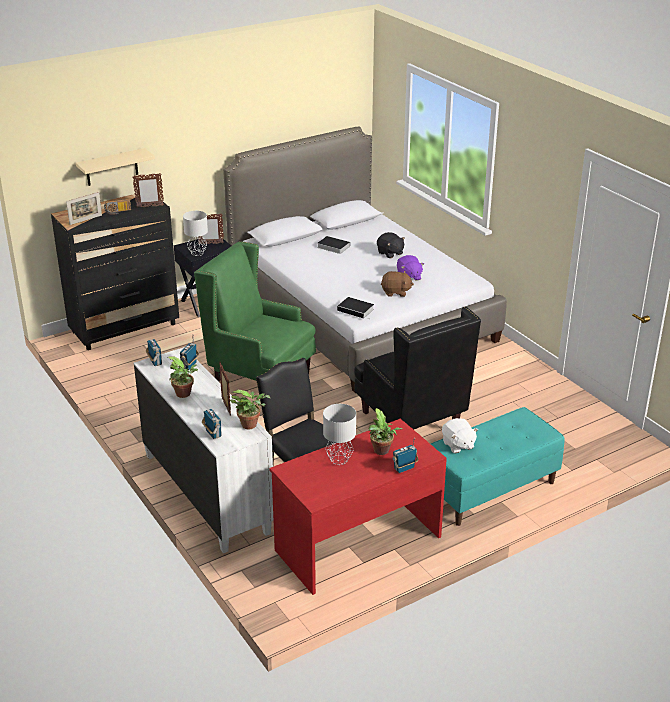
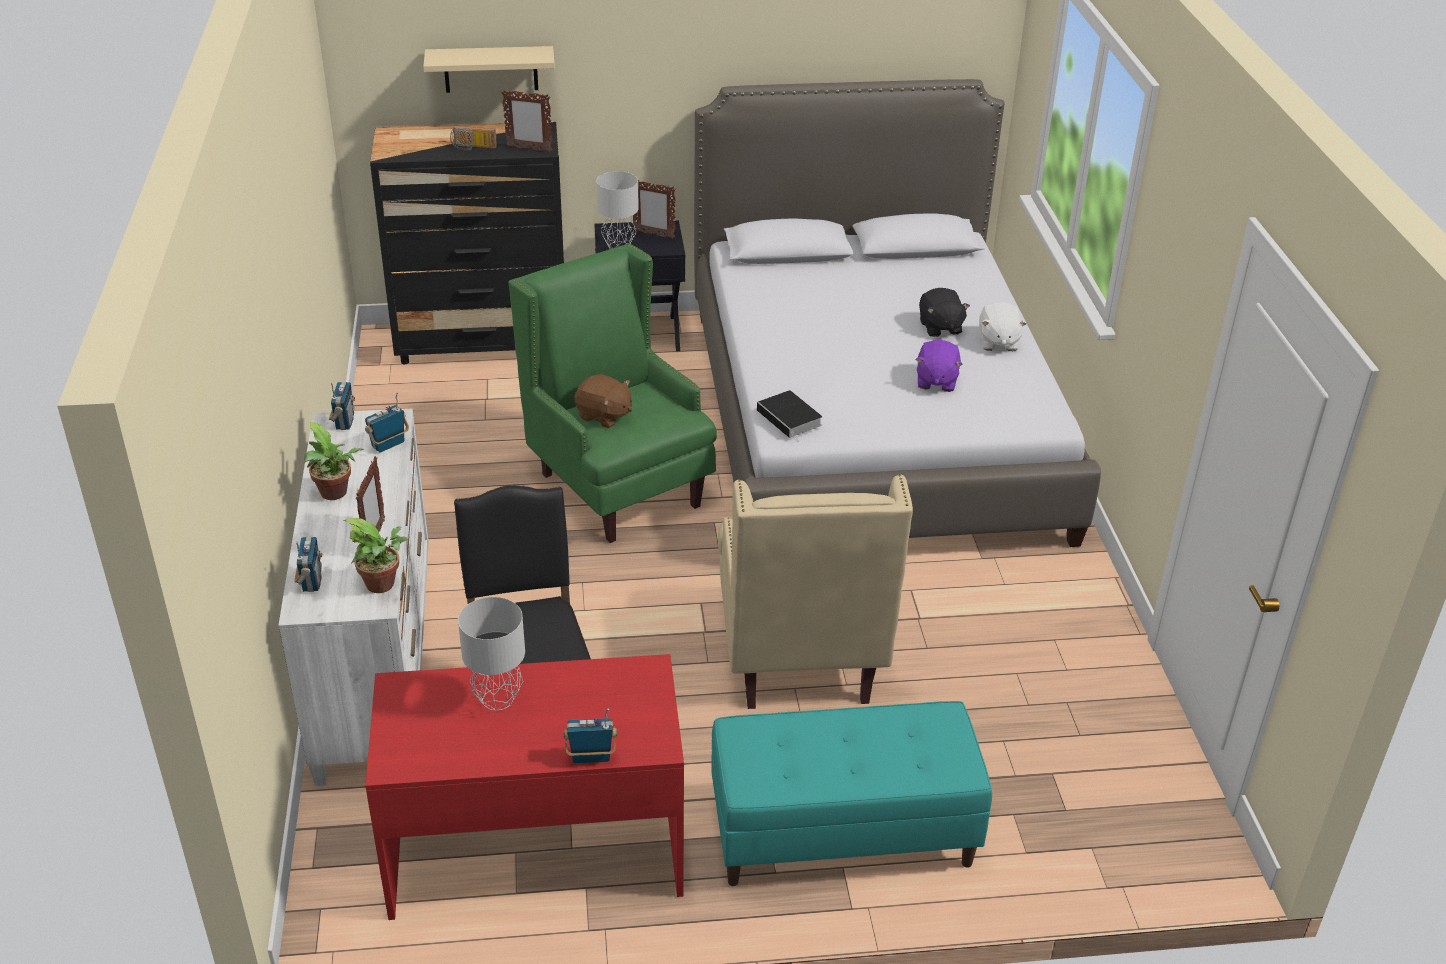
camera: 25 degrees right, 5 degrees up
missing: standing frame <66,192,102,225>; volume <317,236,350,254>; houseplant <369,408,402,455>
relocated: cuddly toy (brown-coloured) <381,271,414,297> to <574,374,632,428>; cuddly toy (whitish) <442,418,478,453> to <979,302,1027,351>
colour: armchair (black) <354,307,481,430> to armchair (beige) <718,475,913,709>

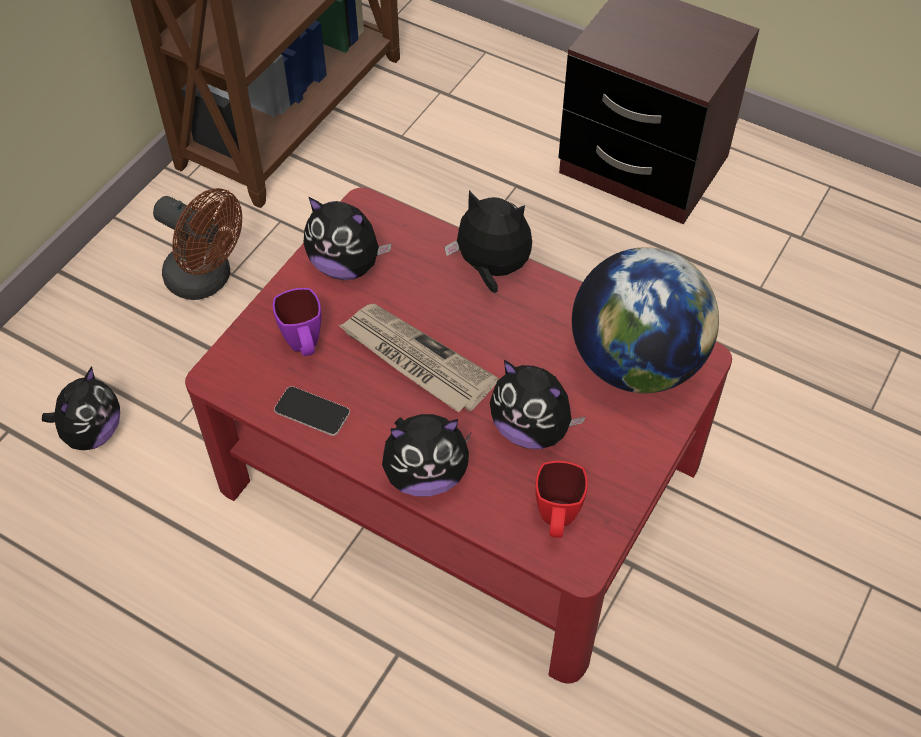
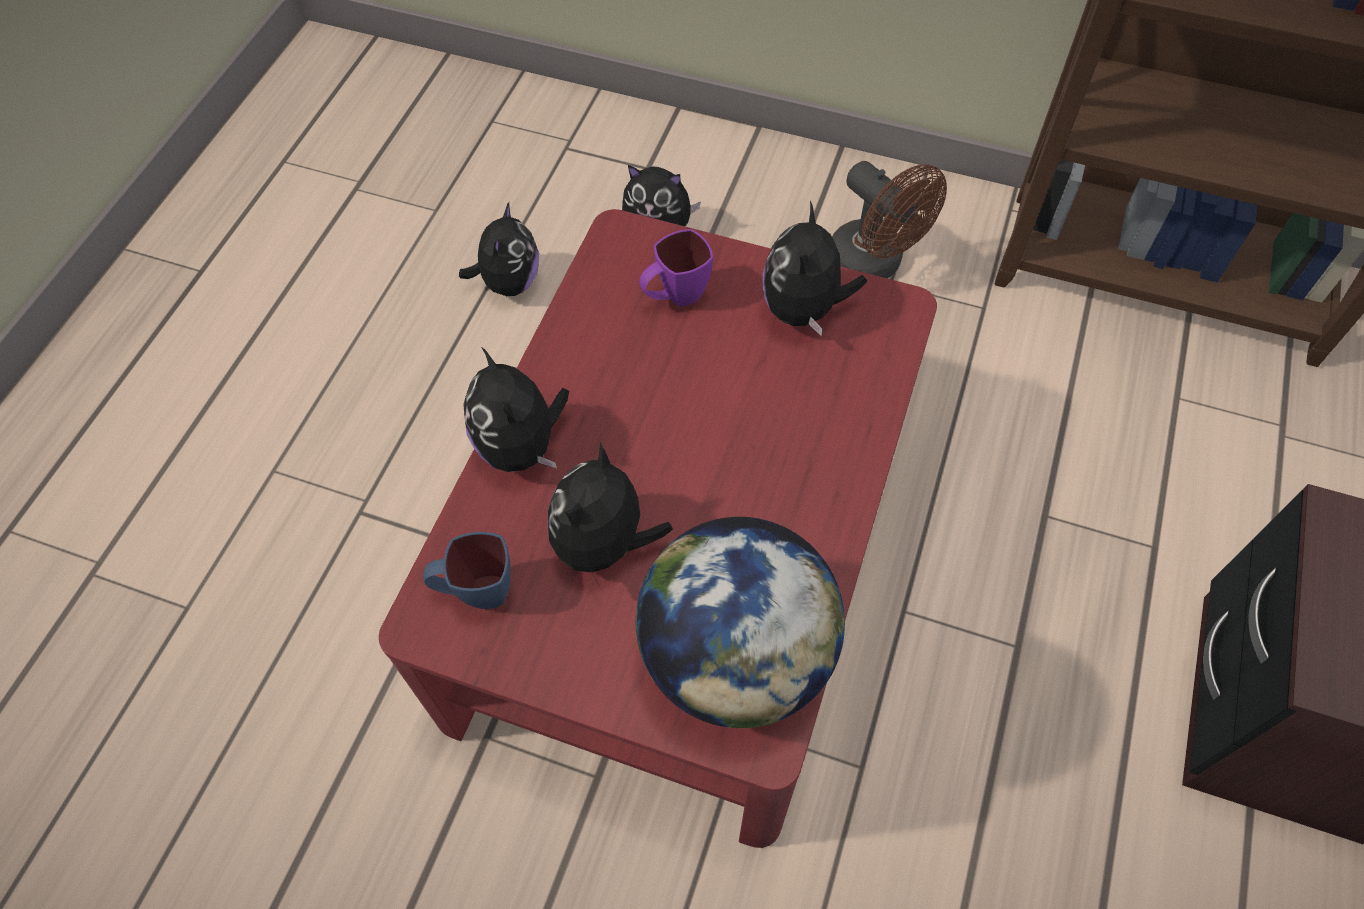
camera: 80 degrees right, 5 degrees up
missing: newspaper <338,304,499,412>; phone <274,386,350,436>
relocated: cuddly toy <445,190,532,293> to <459,202,539,296>
colour: tea mug (red-coloured) <535,461,588,538> to tea mug (blue-coloured) <423,532,511,609>
spun: cooling fan (brown-coloured) <153,188,242,300> = <832,161,947,278> 60 degrees counterclockwise

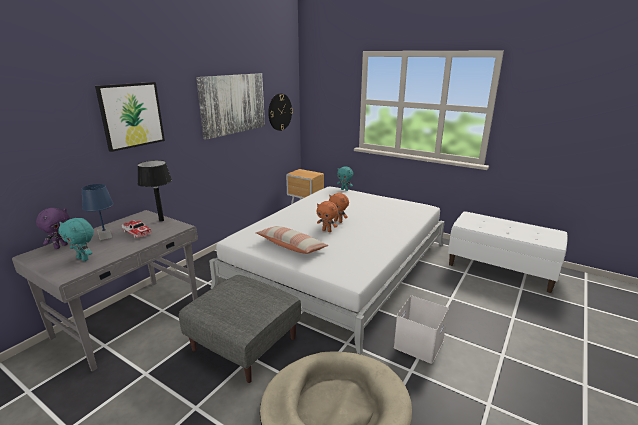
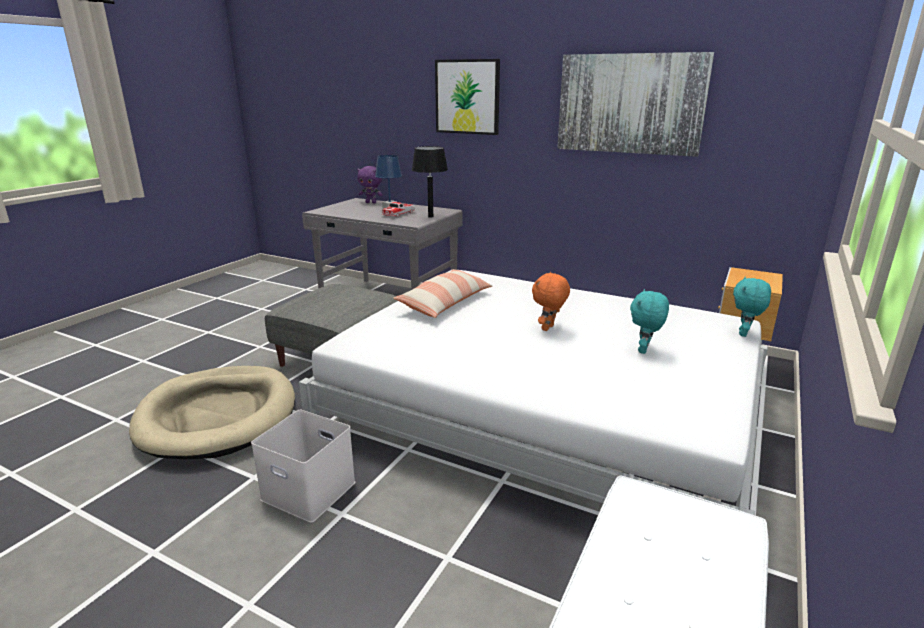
camera: 85 degrees right, 0 degrees up
missing: wall clock <268,93,293,131>; cuddly toy (orange) <317,201,338,232>
relocated: cuddly toy (turquoise) <58,218,94,261> to <630,289,669,354>

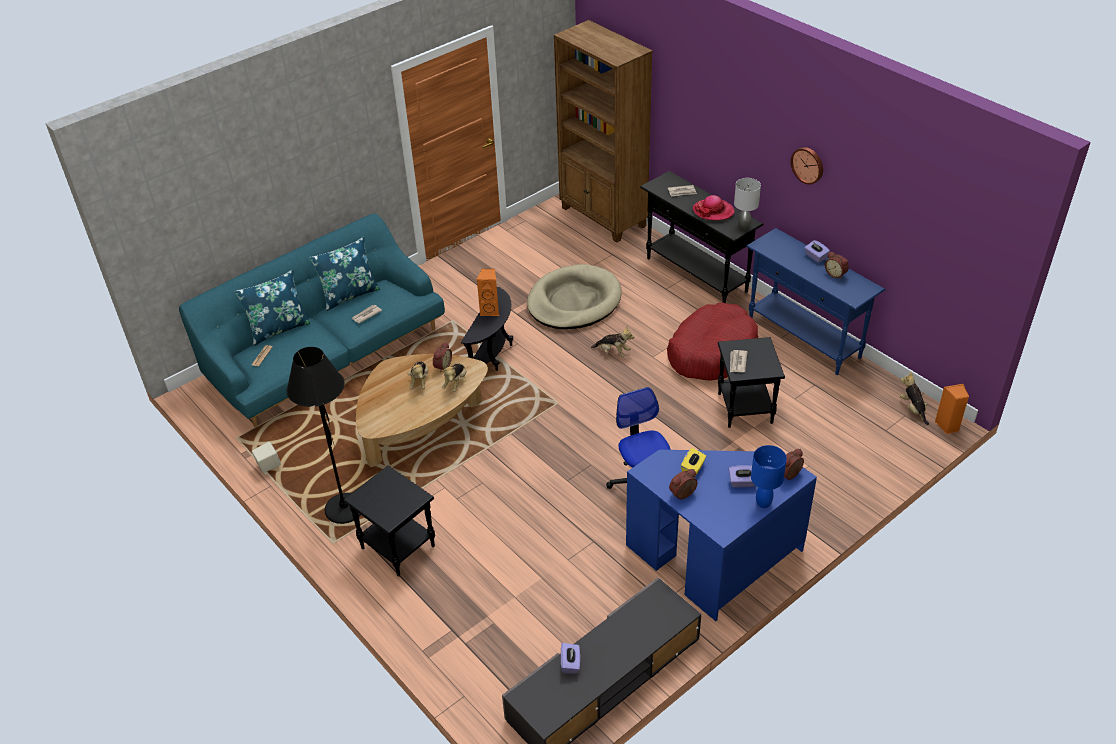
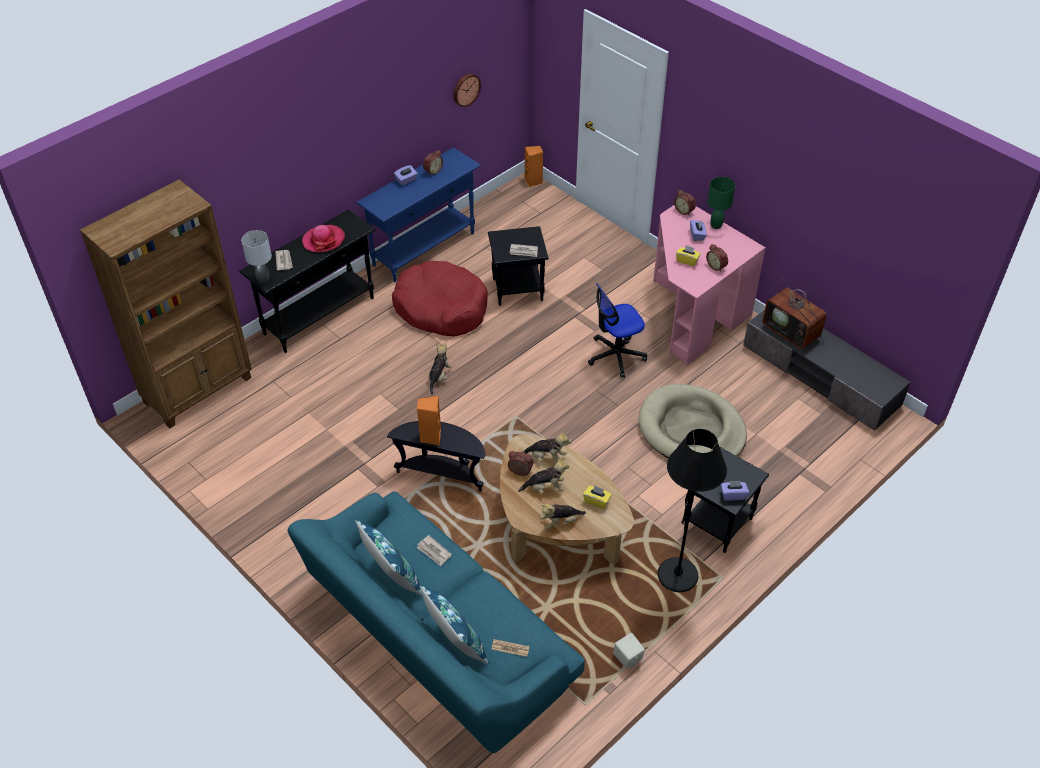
camera: 95 degrees left, 5 degrees up
appeared: TV <763,276,826,350>; box of tissues (yellowish) <583,485,612,509>
relocated: wall clock <791,147,823,185> to <453,74,481,107>; tabletop lamp (grey) <734,178,761,231> to <241,230,272,284>; dog bed (beige) <527,264,622,329> to <639,384,747,458>; cuddly toy <900,371,929,425> to <540,504,586,530>; box of tissues (purple-coloured) <561,643,580,674> to <721,481,749,501>
colour: tabletop lamp (blue-coloured) <751,445,787,508> to tabletop lamp (green-coloured) <708,177,735,229>; desk table (blue-coloured) <626,450,817,621> to desk table (pink) <653,205,766,365>

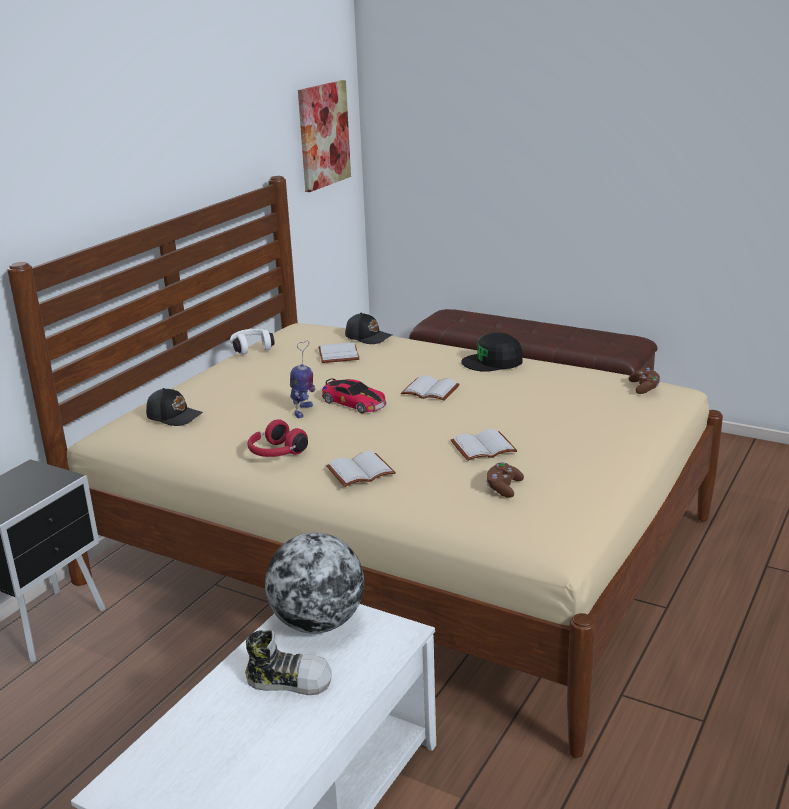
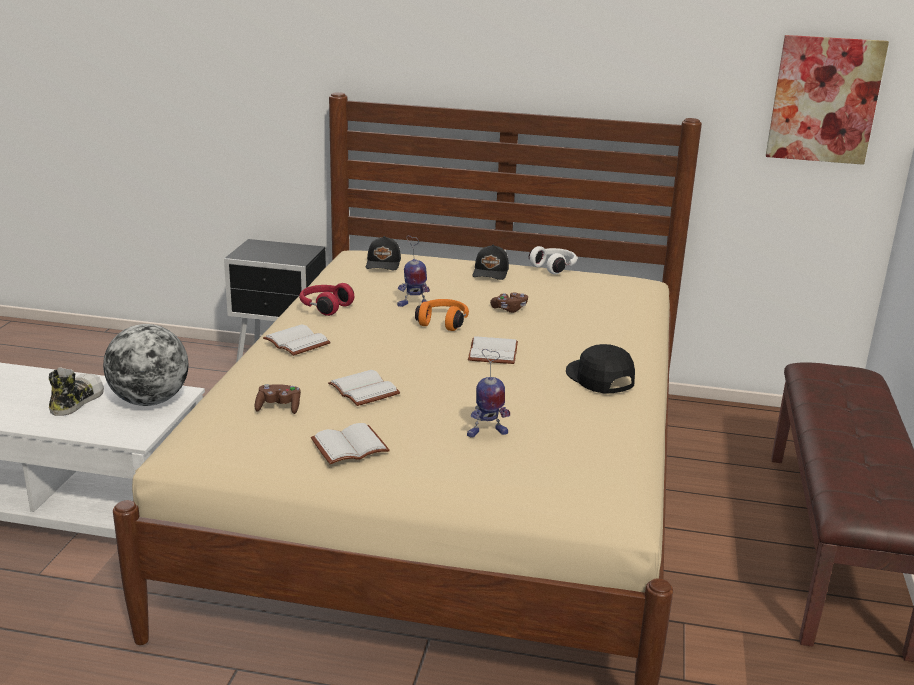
camera: 70 degrees right, 0 degrees up
appeared: model robot <467,349,510,438>
relocated: peaked cap (black) <345,312,392,344> to <473,245,509,280>; volume (whitish) <318,342,360,363> to <311,423,390,464>; game controller (brown-coloured) <629,368,660,394> to <490,293,528,313>
exchanged: toy car <322,378,386,414> to headset (orange) <415,299,469,331>
spun: shoe <245,630,332,695> = <49,367,104,416> 150 degrees counterclockwise

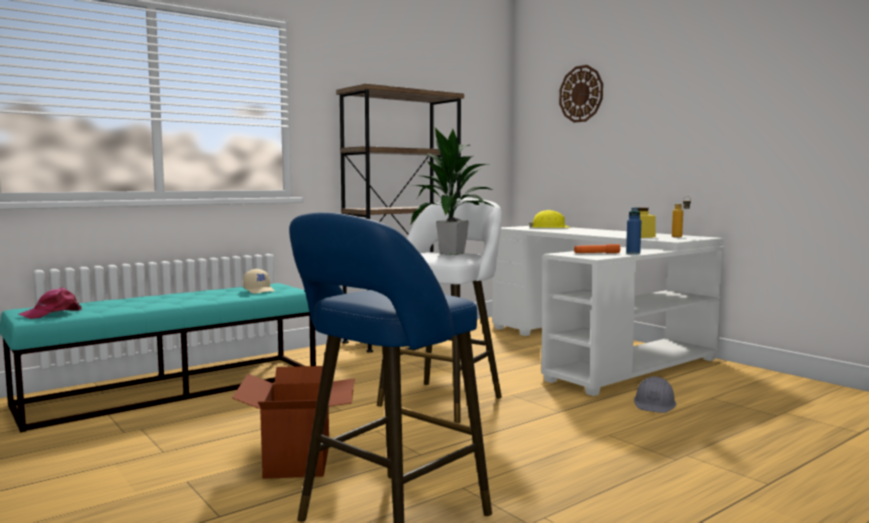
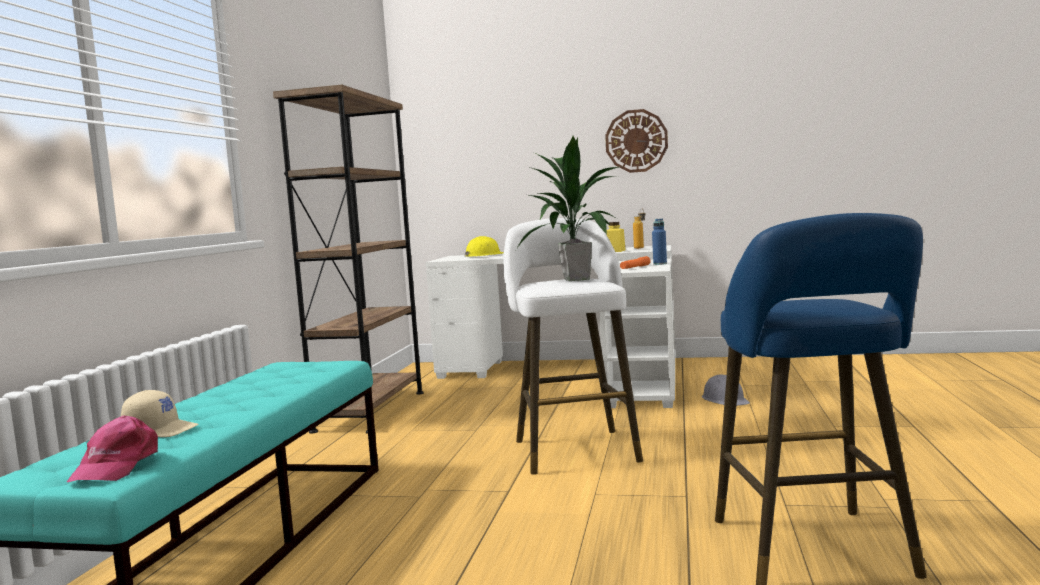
camera: 40 degrees left, 0 degrees up
missing: carton <232,366,355,479>
relocated: wall clock <559,65,603,123> to <605,109,668,173>; peaked cap (beige) <243,269,275,294> to <121,390,199,437>

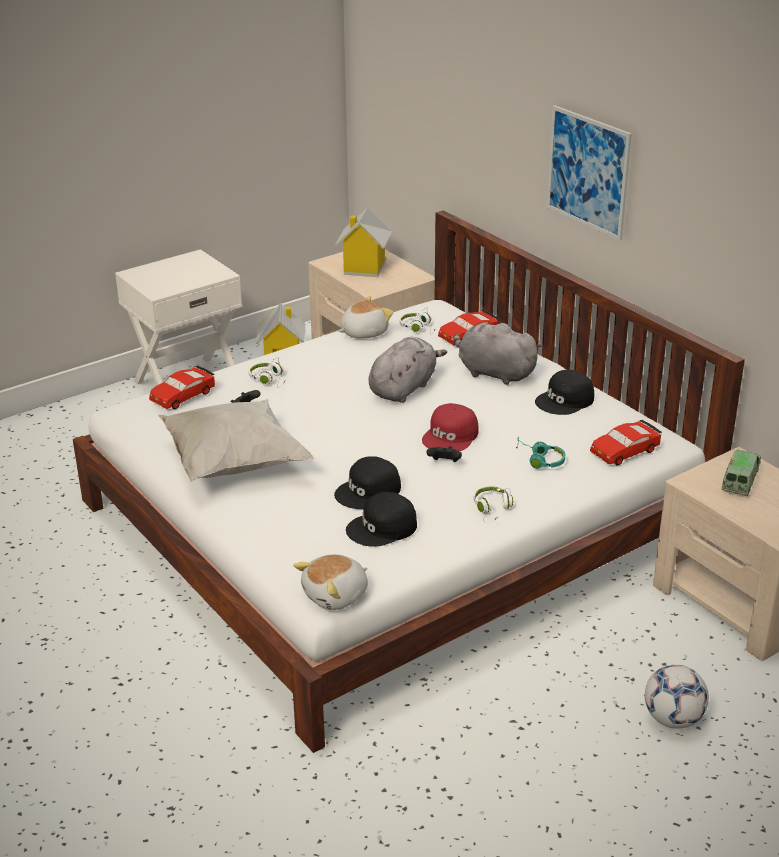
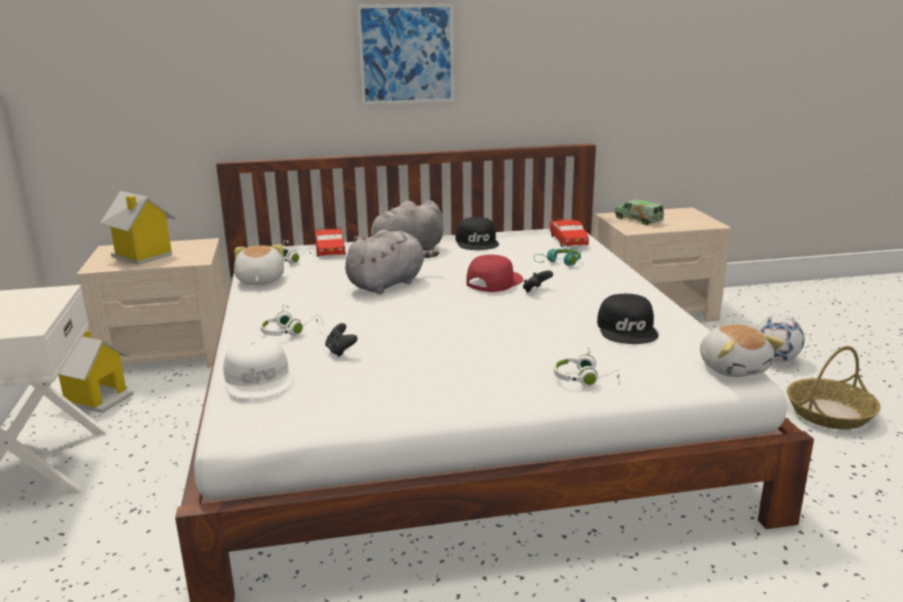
camera: 65 degrees left, 10 degrees down
missing: throw pillow (whitish) <158,398,314,482>; peaked cap (black) <334,456,401,509>
appeared: basket <787,346,881,429>
relocated: headset (whitish) <473,486,513,522> to <554,346,620,386>
exchanged: toy car (red-coloured) <149,366,215,409> to peaked cap (whitish) <223,338,293,399>
spun: cuddly toy (grey) <369,337,447,403> = <345,230,439,294> 75 degrees clockwise; peaked cap (red-coloured) <422,403,479,451> = <466,254,523,292> 105 degrees counterclockwise

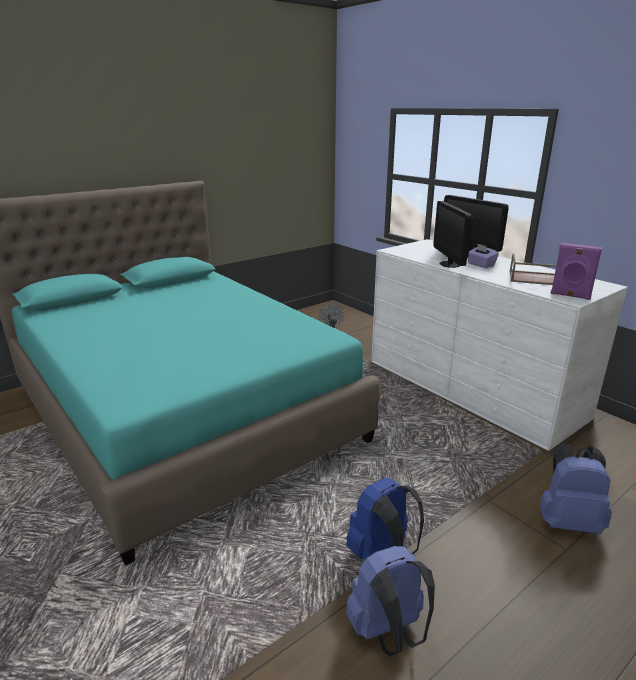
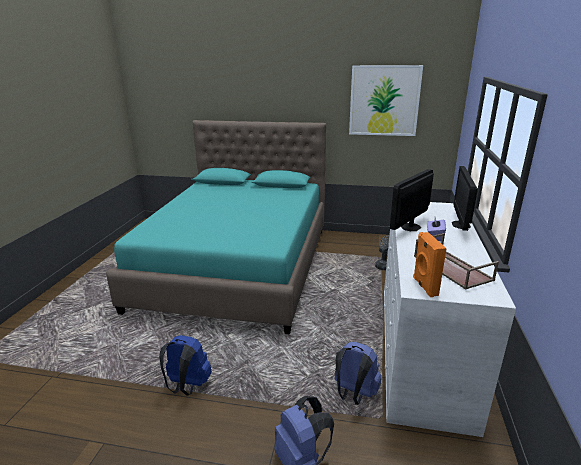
camera: 50 degrees right, 0 degrees up
appeared: wall picture <349,65,423,136>
relocated: rucksack (blue-coloured) <346,546,435,656> to <335,342,381,405>
colour: speaker (purple-coloured) <550,243,602,300> to speaker (orange) <413,232,446,297>

